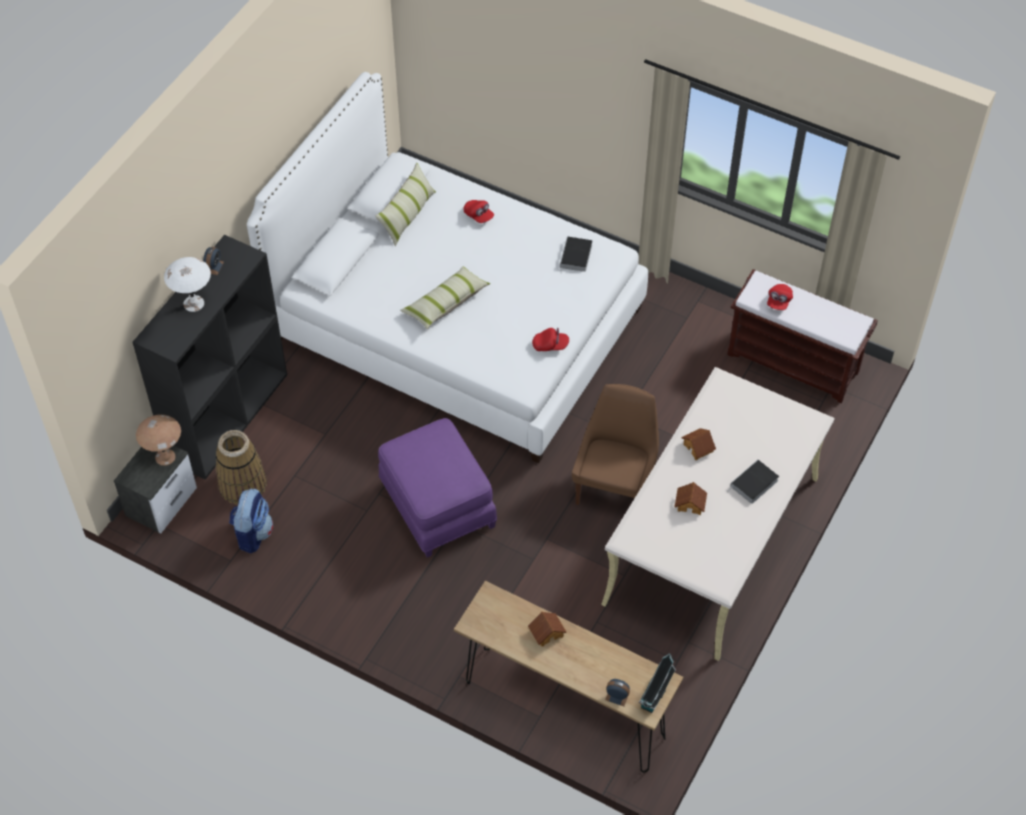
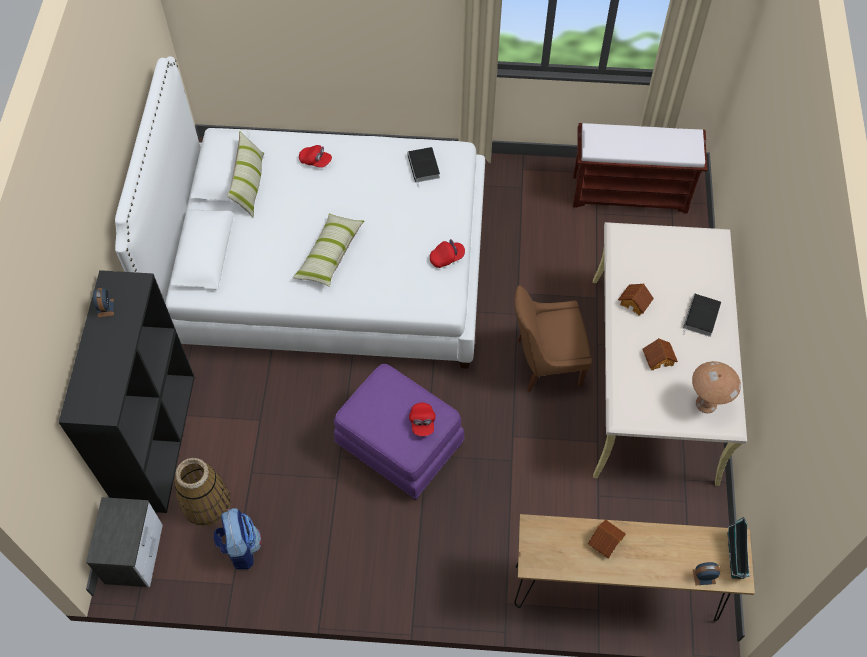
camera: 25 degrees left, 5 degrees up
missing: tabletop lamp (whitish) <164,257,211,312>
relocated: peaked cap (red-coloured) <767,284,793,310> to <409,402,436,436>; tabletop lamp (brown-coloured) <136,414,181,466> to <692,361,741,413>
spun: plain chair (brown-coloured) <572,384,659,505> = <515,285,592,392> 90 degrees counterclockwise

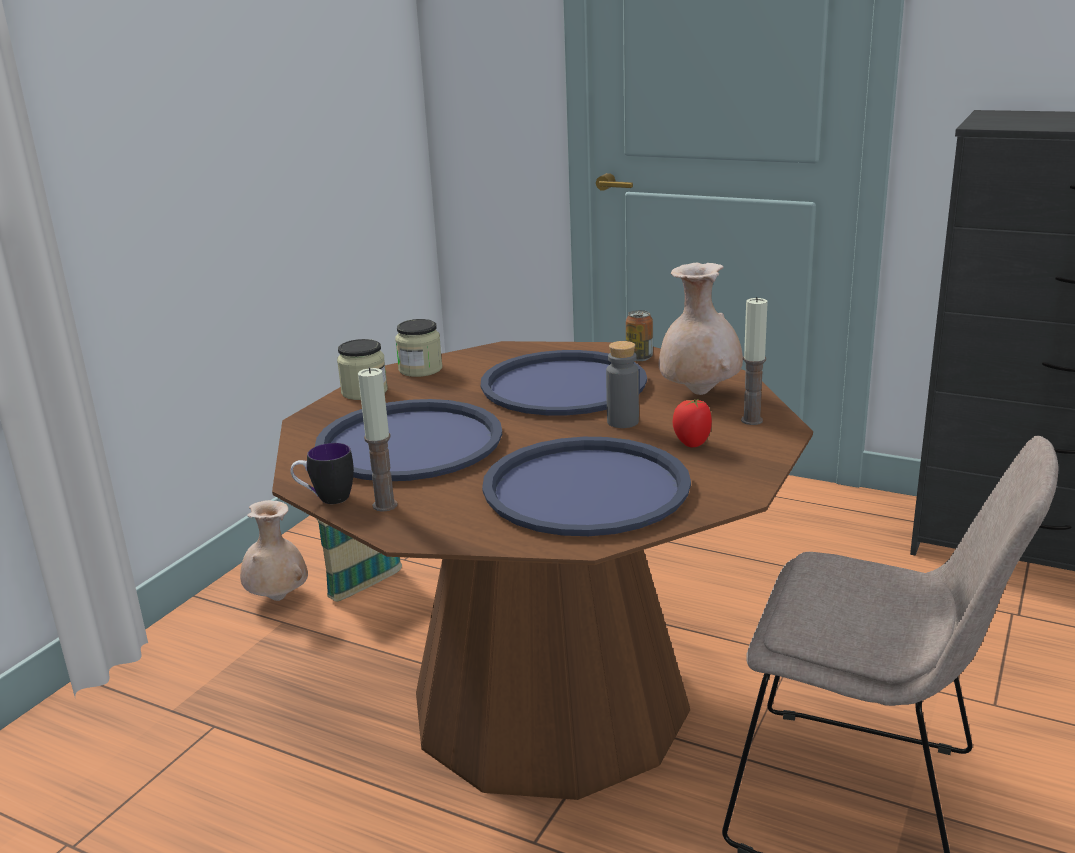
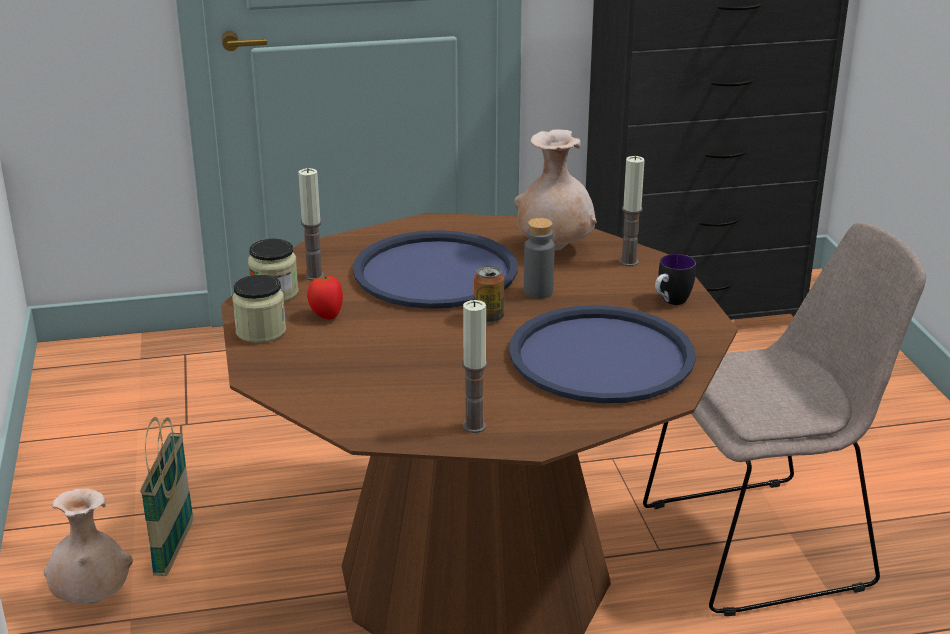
camera: 40 degrees left, 5 degrees up
missing: tray (blue-coloured) <315,399,502,481>
appeared: wax light <298,168,324,281>
relocated: can <626,310,653,361> to <474,266,504,323>; whole tomato <672,399,712,447> to <307,275,343,320>; tea mug <291,443,354,504> to <655,254,696,305>

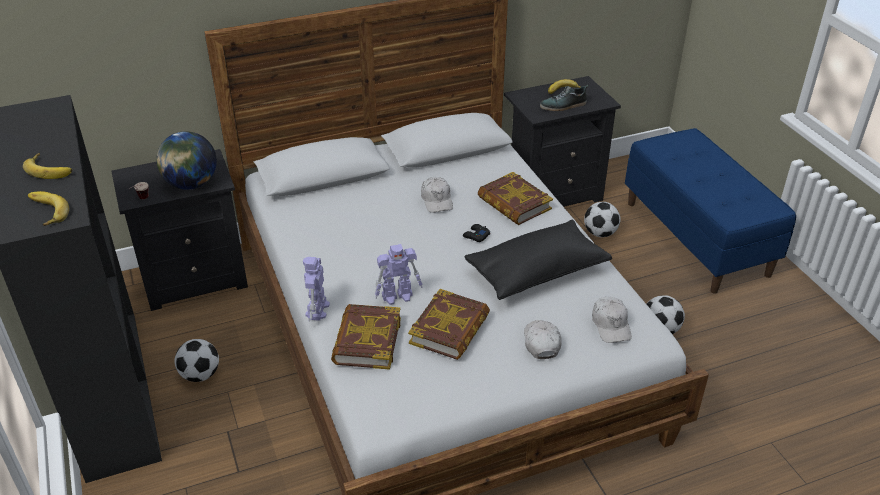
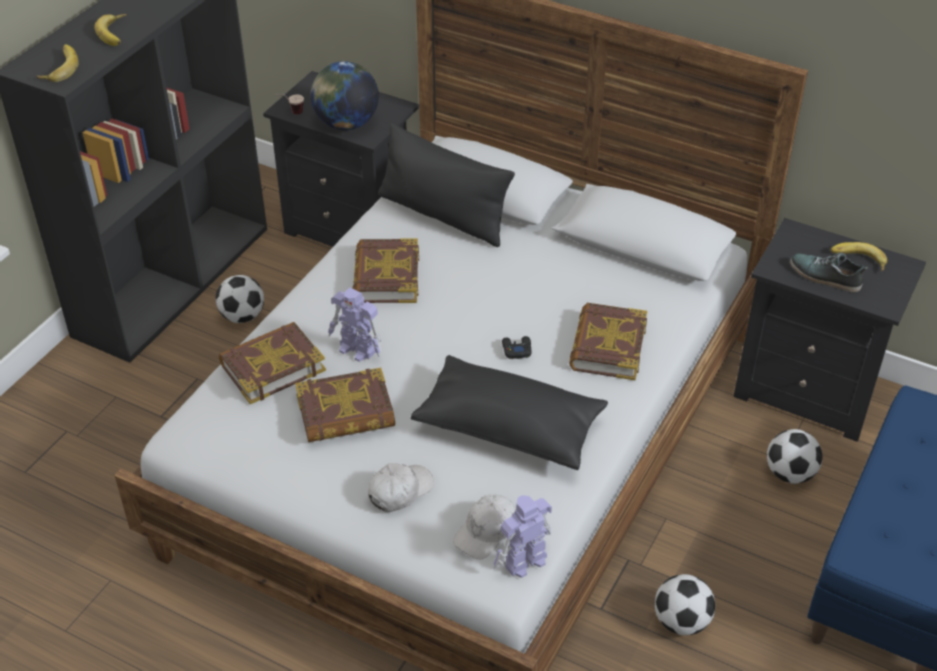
camera: 50 degrees right, 5 degrees up
missing: peaked cap (whitish) <421,177,453,213>
appeared: throw pillow (black) <378,123,515,247>; volume <353,238,419,303>
relocated: model robot <303,257,330,322> to <494,495,552,578>

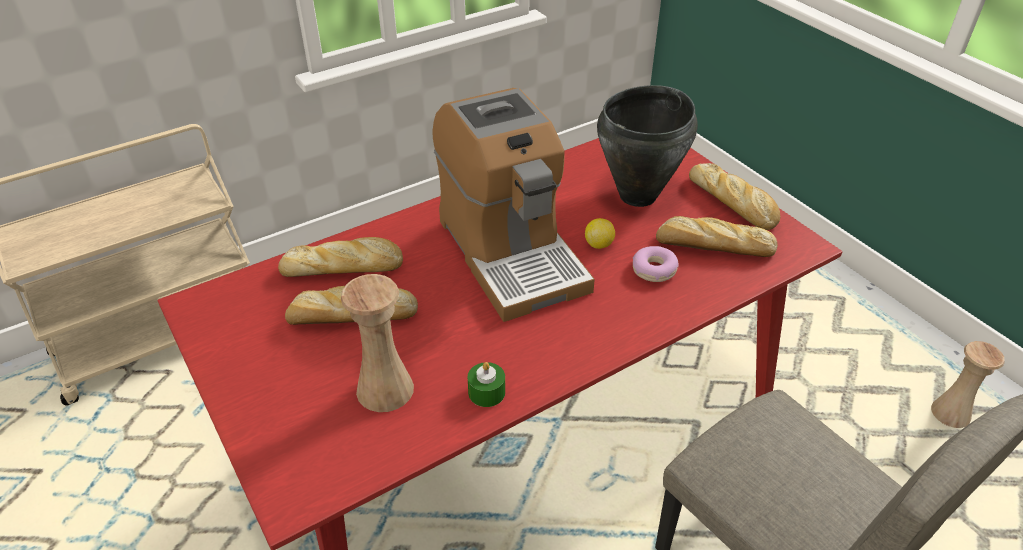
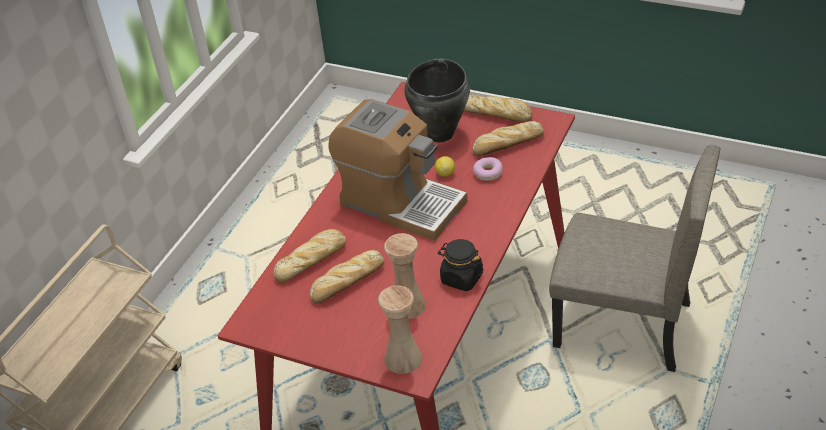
camera: 30 degrees left, 0 degrees up
relocated: flower vase (beige) <931,341,1005,428> to <378,285,422,374>
exchanged: wax light (green-coloured) <468,362,505,407> to preserve jar (black) <438,239,483,291>

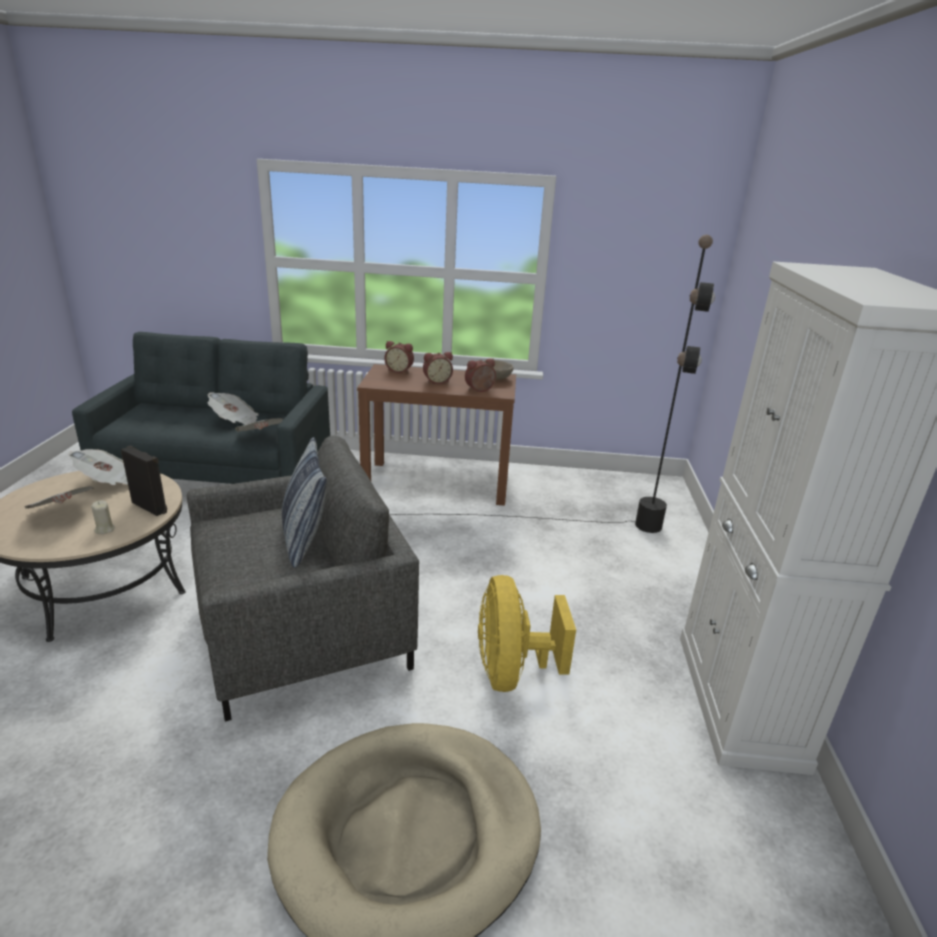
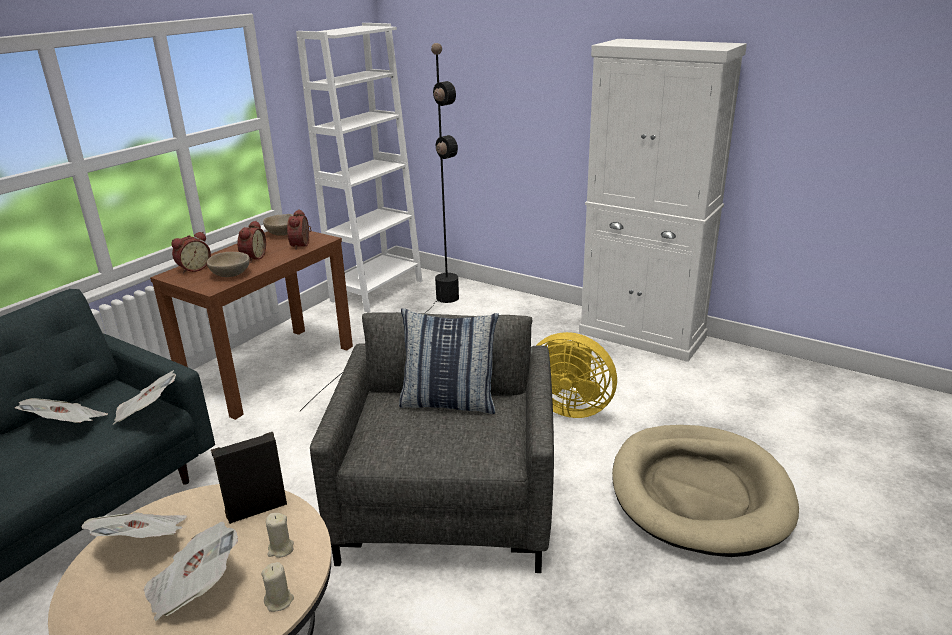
camera: 60 degrees left, 0 degrees up
appeared: shelving unit (whitish) <296,23,422,313>; deep dish (beige) <207,252,250,277>; wax light (beige) <261,562,294,612>

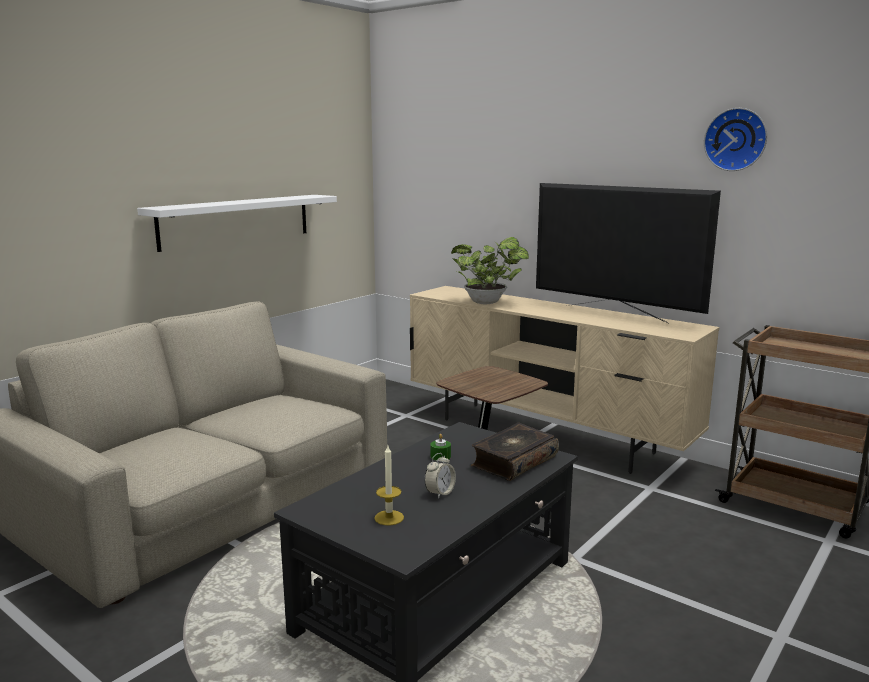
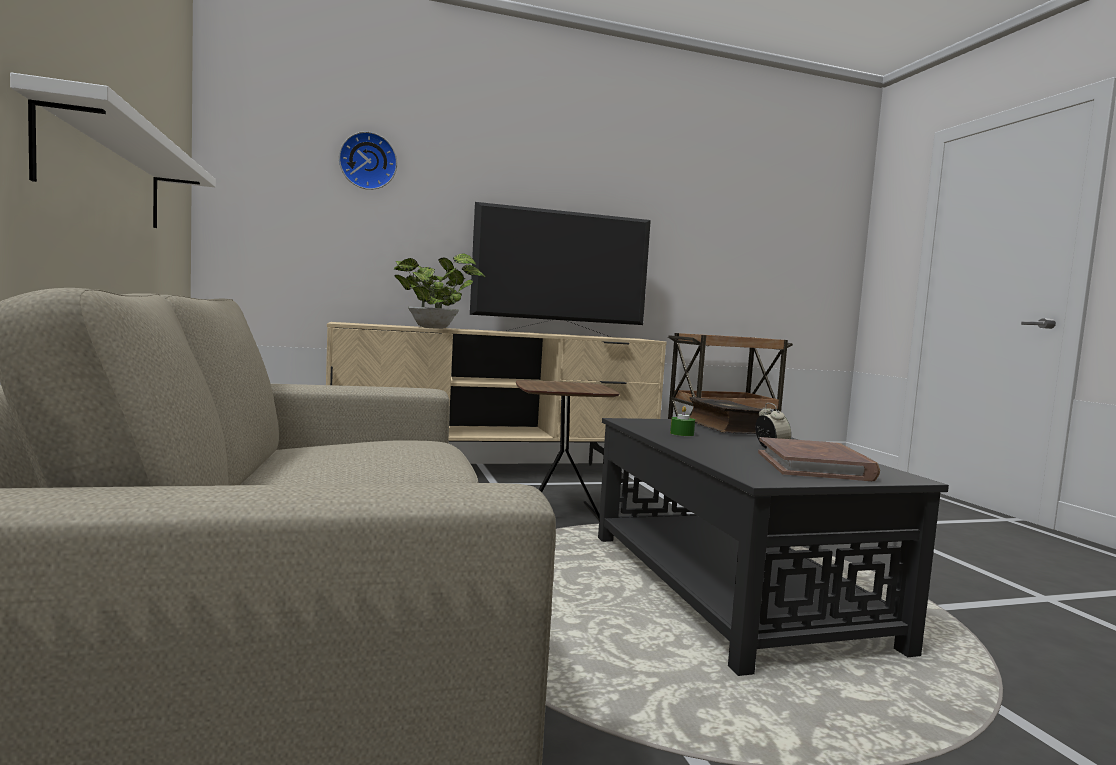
camera: 55 degrees left, 10 degrees down
relocated: wall clock <704,108,767,171> to <339,131,397,190>
exchanged: wax light <374,446,404,525> to volume (brown-coloured) <758,437,880,481>

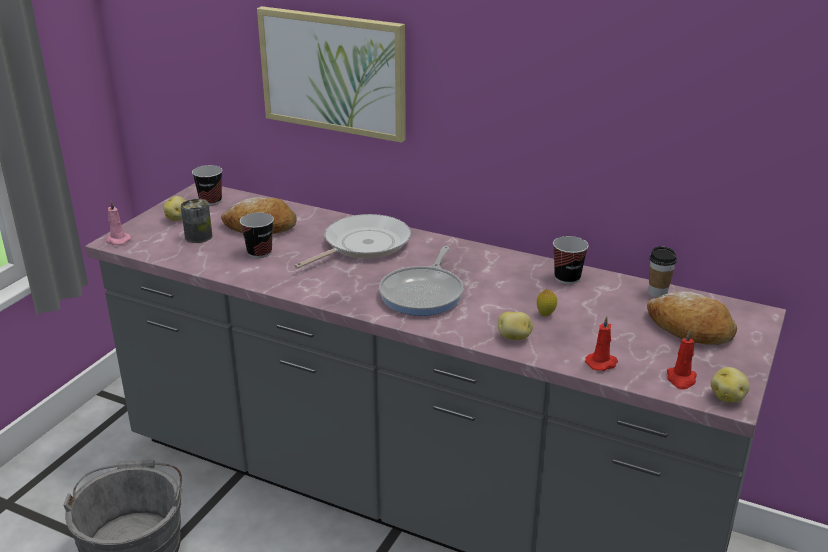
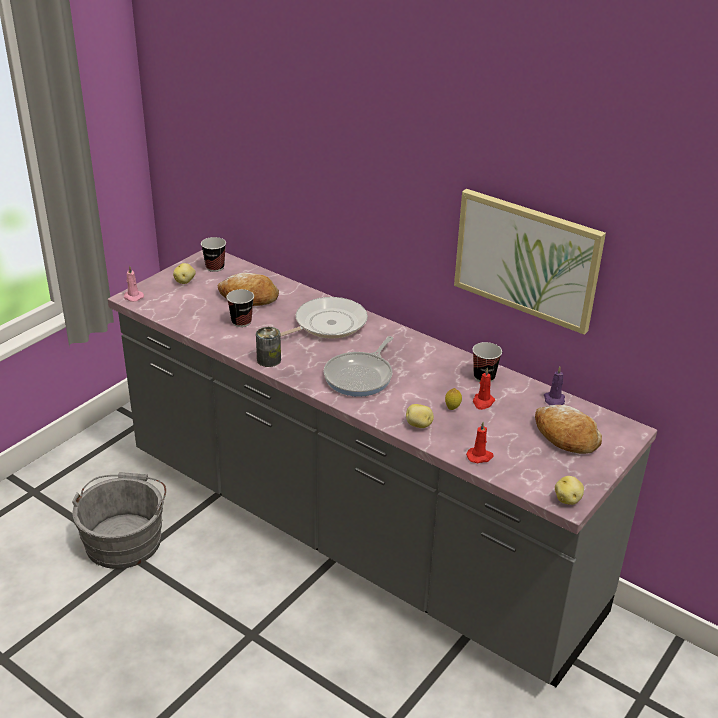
camera: 10 degrees right, 5 degrees up
relocated: wall picture <257,6,406,143> to <454,189,606,335>; can <181,199,212,243> to <256,327,281,367>; wax light (red-coloured) <667,330,697,390> to <473,368,495,410>
exchanged: cup <649,246,677,298> to wax light (purple-coloured) <544,367,565,405>

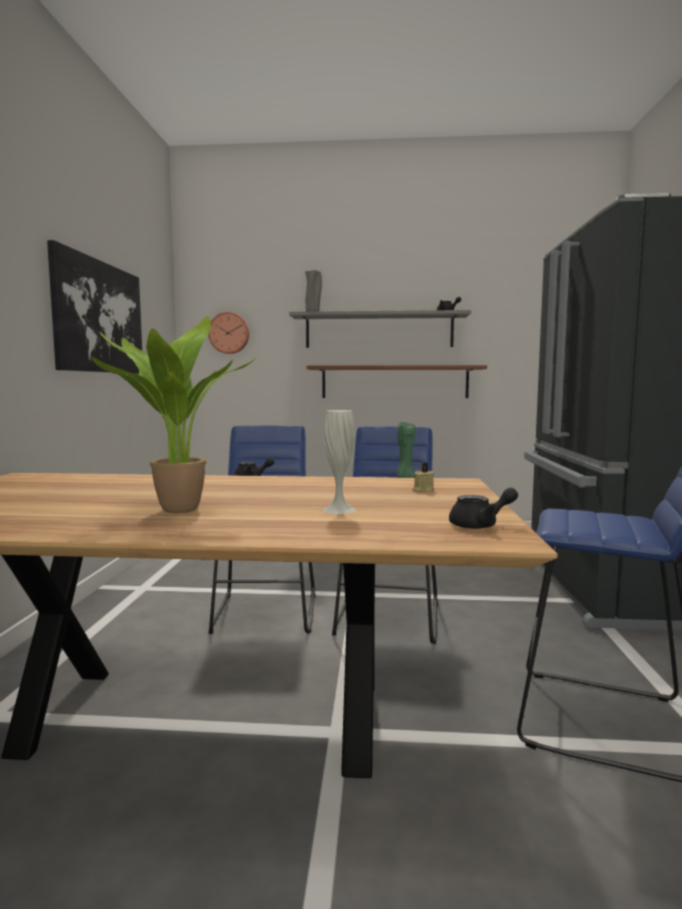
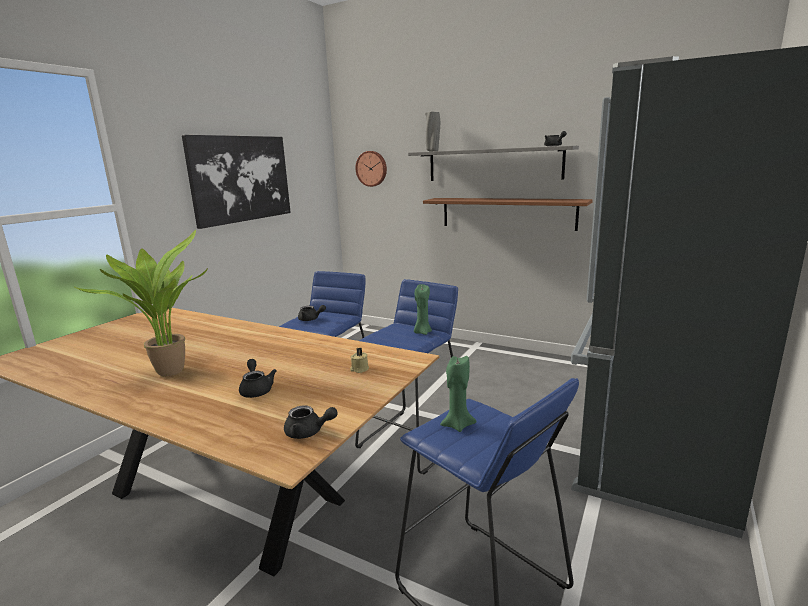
camera: 25 degrees right, 10 degrees up
appeared: wax light (green-coloured) <440,355,477,432>
exchanged: flower vase (whitish) <323,410,356,514> to pot for tea (black) <239,359,277,398>

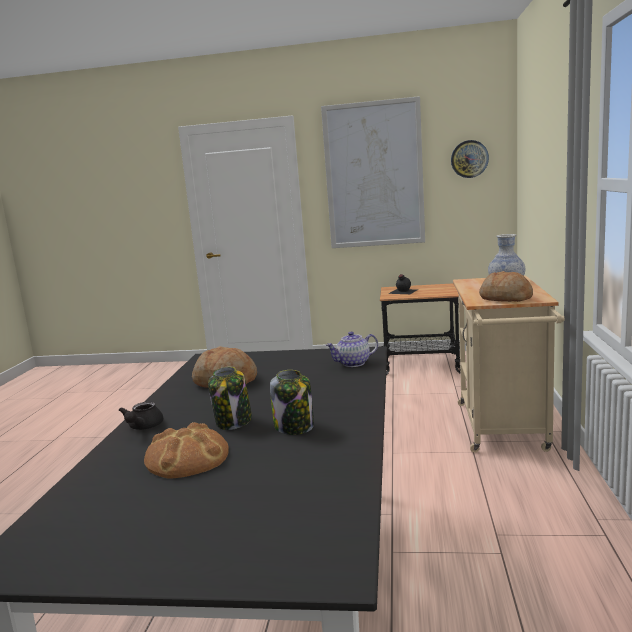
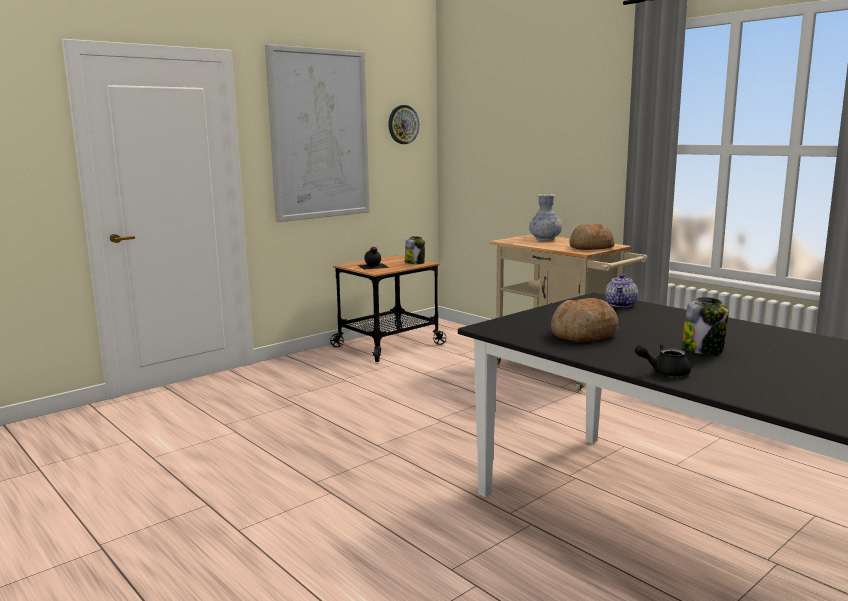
camera: 50 degrees left, 0 degrees up
missing: bakery bread <144,422,229,478>
relocated: preserve jar <270,370,314,435> to <405,236,425,264>
spun: pot for tea (black) <119,402,163,430> = <635,344,691,377> 135 degrees clockwise

